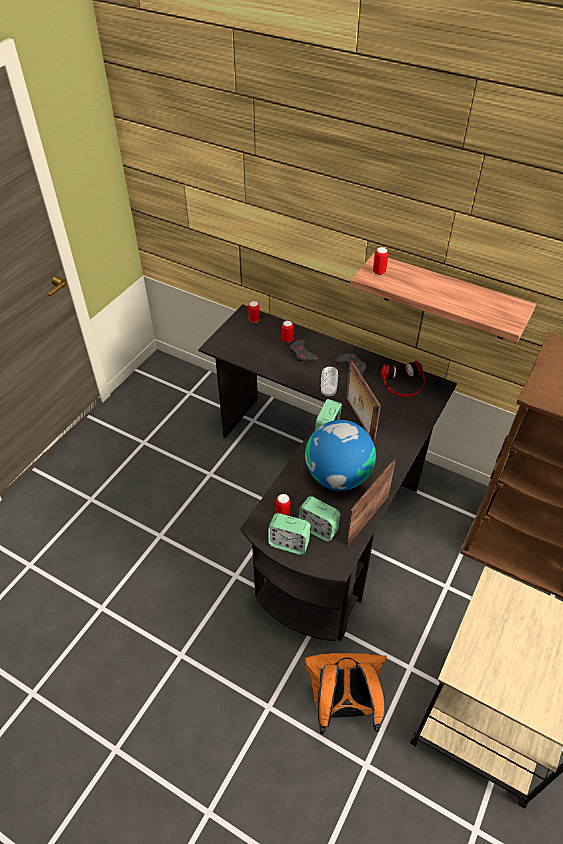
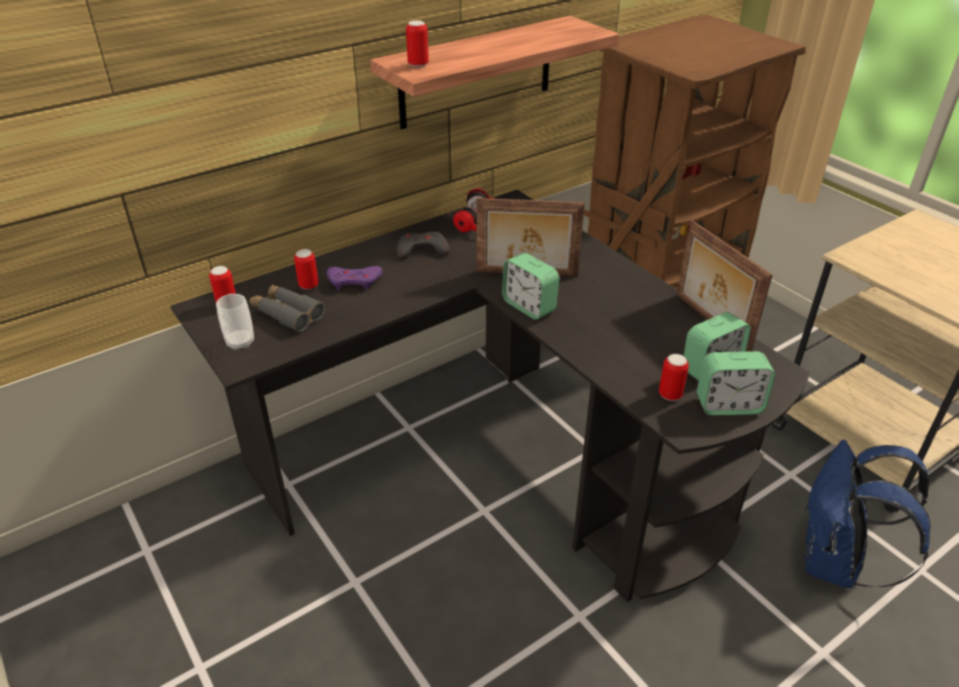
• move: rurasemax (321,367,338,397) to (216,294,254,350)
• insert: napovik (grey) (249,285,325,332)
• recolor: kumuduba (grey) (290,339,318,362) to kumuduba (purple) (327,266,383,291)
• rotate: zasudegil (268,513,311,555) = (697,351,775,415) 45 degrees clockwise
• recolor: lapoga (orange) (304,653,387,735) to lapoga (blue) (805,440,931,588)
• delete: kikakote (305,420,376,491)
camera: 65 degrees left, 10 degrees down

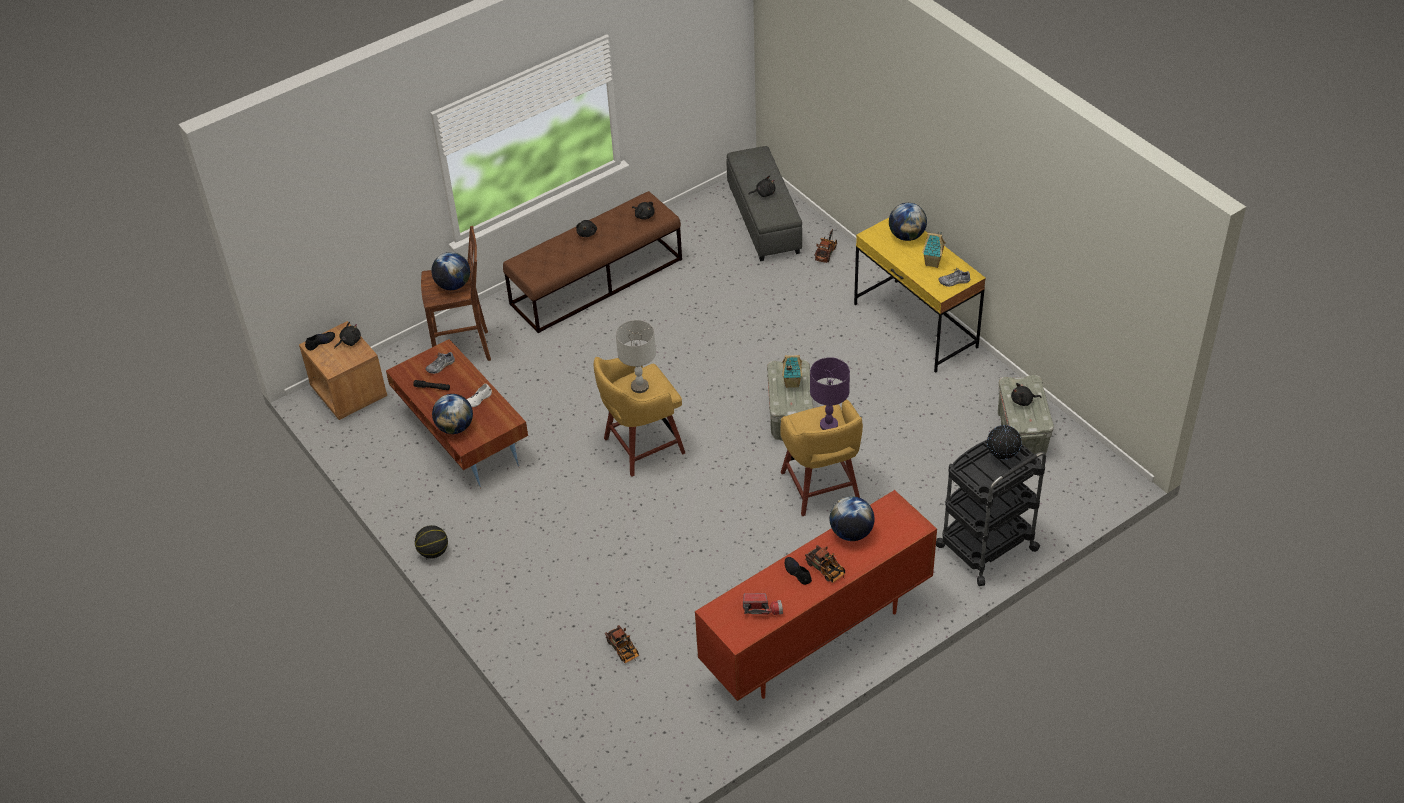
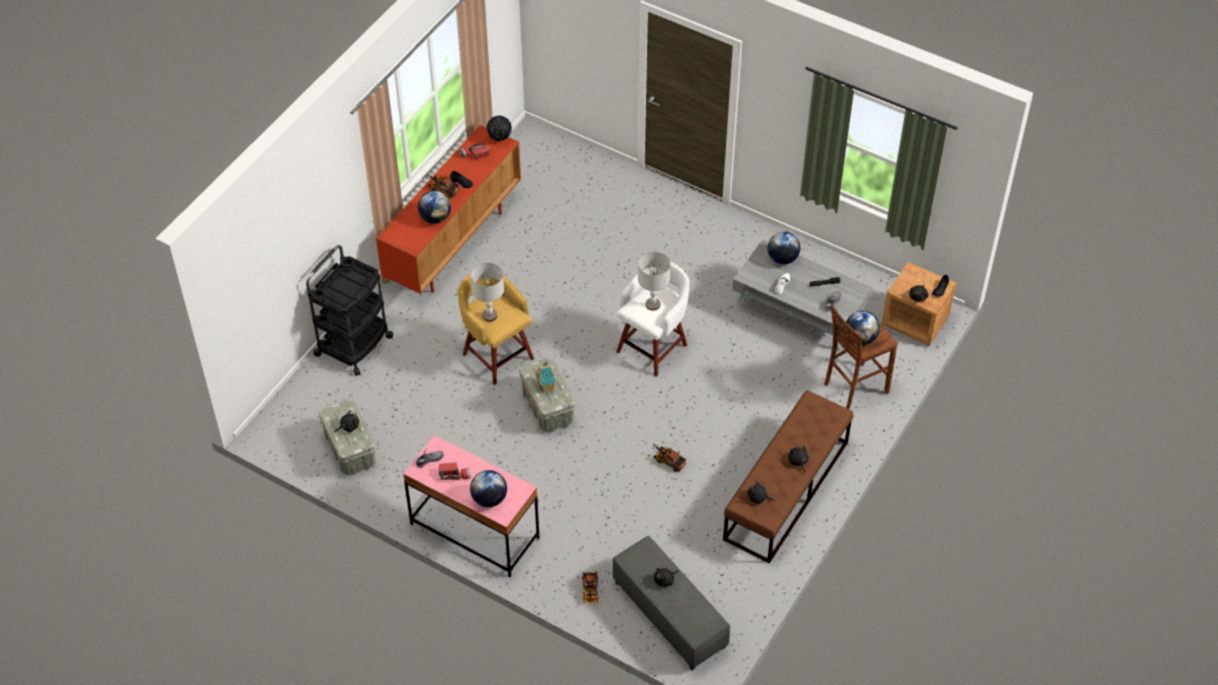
• recolor: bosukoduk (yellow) (854,218,986,373) to bosukoduk (pink) (403,435,539,577)
• replace: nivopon (922,232,946,268) to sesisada (439,462,471,480)
• recolor: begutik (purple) (810,357,850,430) to begutik (grey) (471,262,504,321)
• move: kikakote (987,425,1022,459) to (487,116,512,141)
• recolor: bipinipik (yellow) (594,357,685,477) to bipinipik (white) (616,261,690,377)
• move: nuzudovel (605,625,639,663) to (653,444,686,472)
• recolor: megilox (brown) (386,339,528,488) to megilox (grey) (732,240,872,350)
• delete: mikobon (415,525,448,559)
camera: 155 degrees right, 5 degrees up

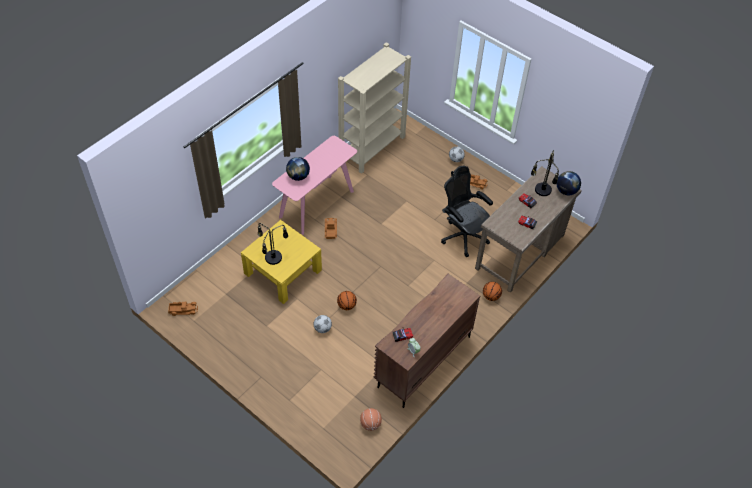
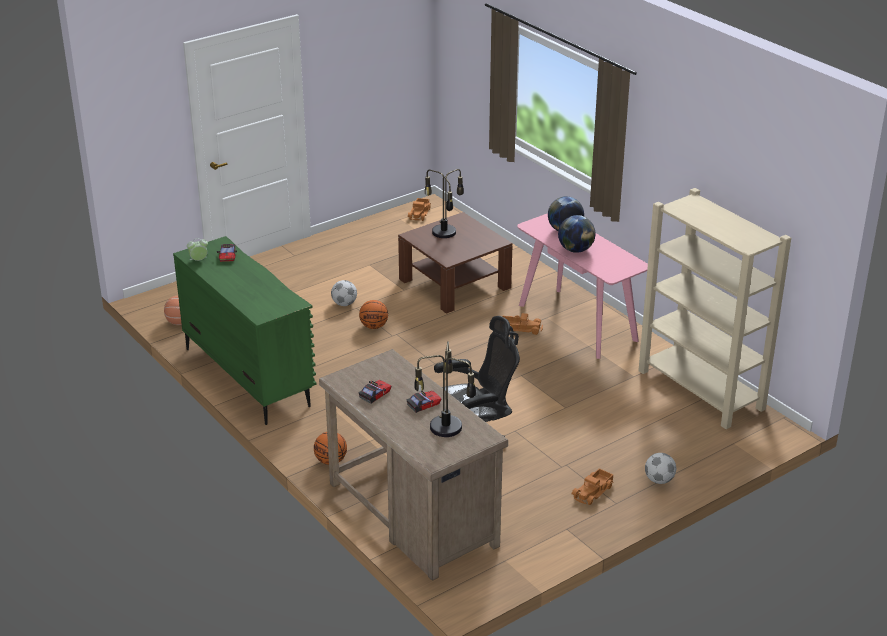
• recolor: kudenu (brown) (374,274,480,408) to kudenu (green) (173,236,317,425)
• recolor: megilox (yellow) (241,220,322,304) to megilox (brown) (398,212,513,314)
• move: kikakote (557,171,581,195) to (558,215,595,253)
camera: 105 degrees right, 20 degrees down

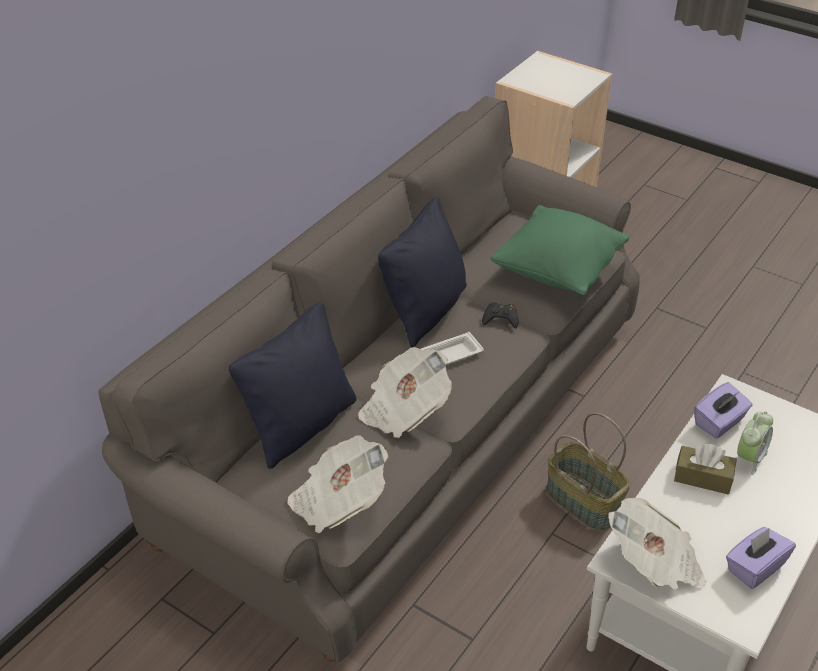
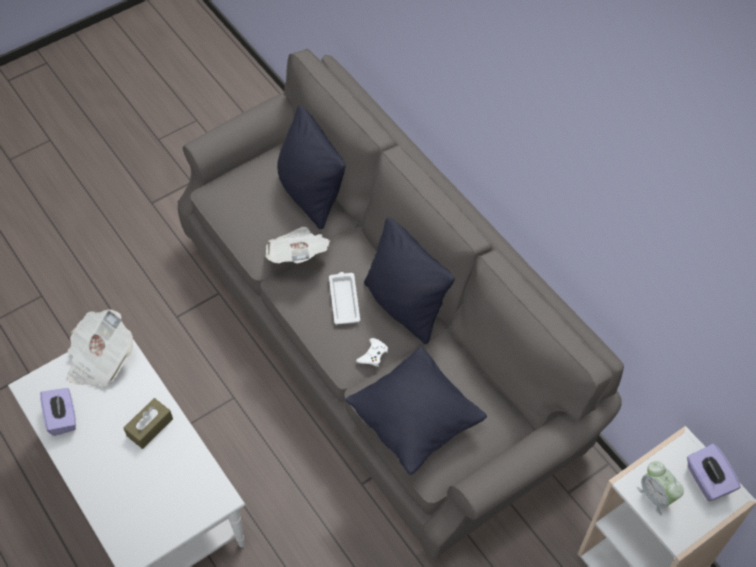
• recolor: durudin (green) (491,205,629,295) to durudin (black) (346,347,487,475)
• recolor: kumuduba (black) (482,302,518,329) to kumuduba (white) (356,338,388,367)
• move: zasudegil (737,411,773,475) to (637,461,684,515)
• move: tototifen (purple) (694,382,753,438) to (687,444,741,501)
• delete: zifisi (287,435,388,533)
• delete: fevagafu (546,413,630,532)
camera: 110 degrees right, 15 degrees up

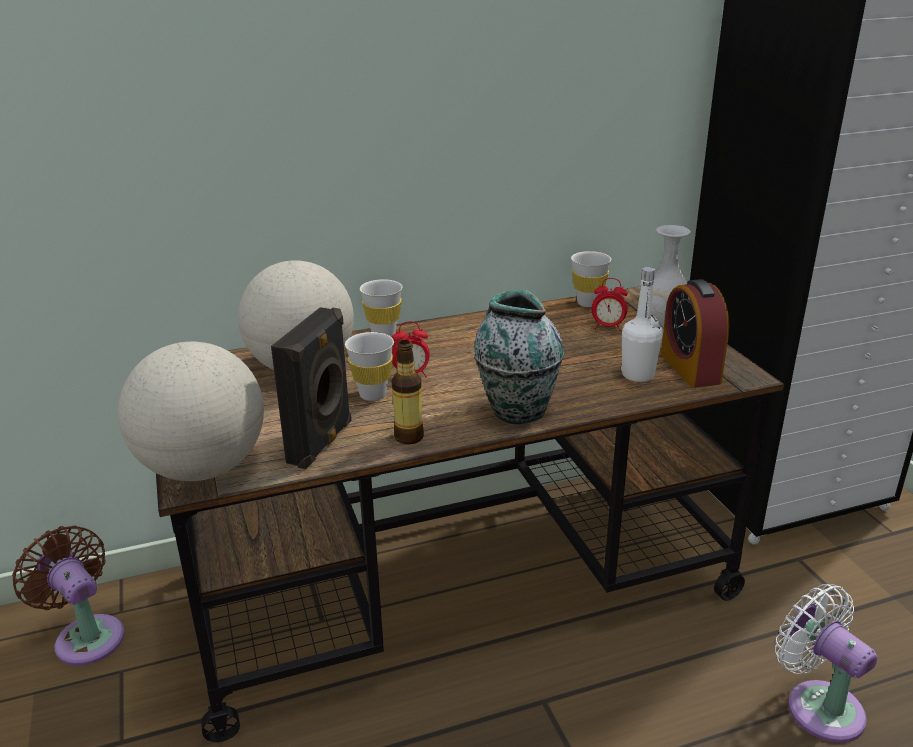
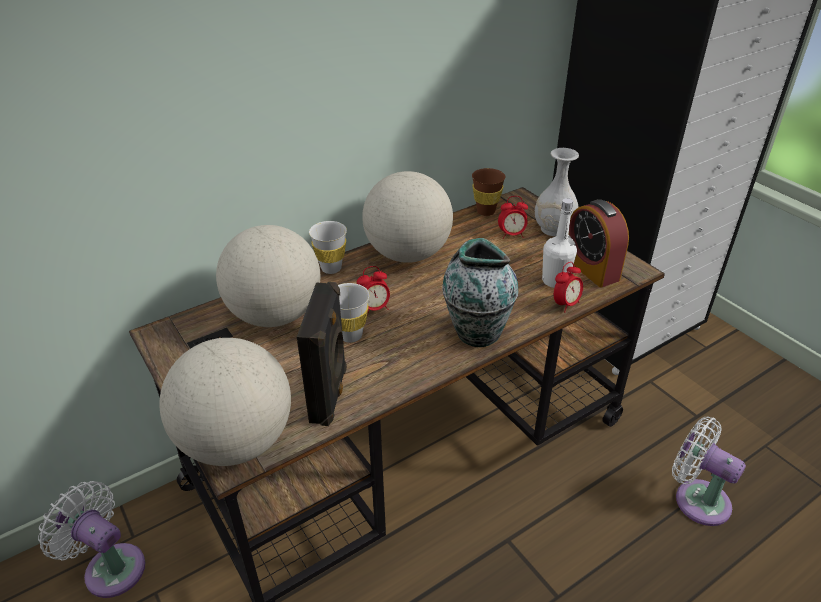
• recolor: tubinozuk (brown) (12,526,125,666) to tubinozuk (white) (38,481,146,598)
• insert: kikakote (362,171,453,263)
• recolor: rurasemax (white) (571,251,611,307) to rurasemax (brown) (472,168,505,216)
• insert: zasudegil (554,262,583,312)
• delete: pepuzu (392,340,424,444)
camera: 15 degrees left, 10 degrees up

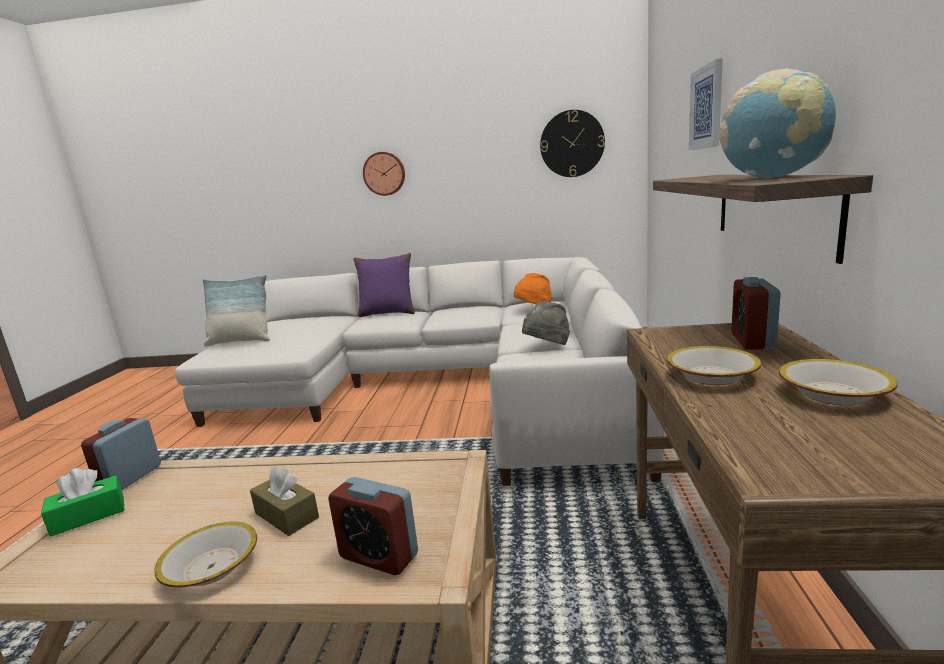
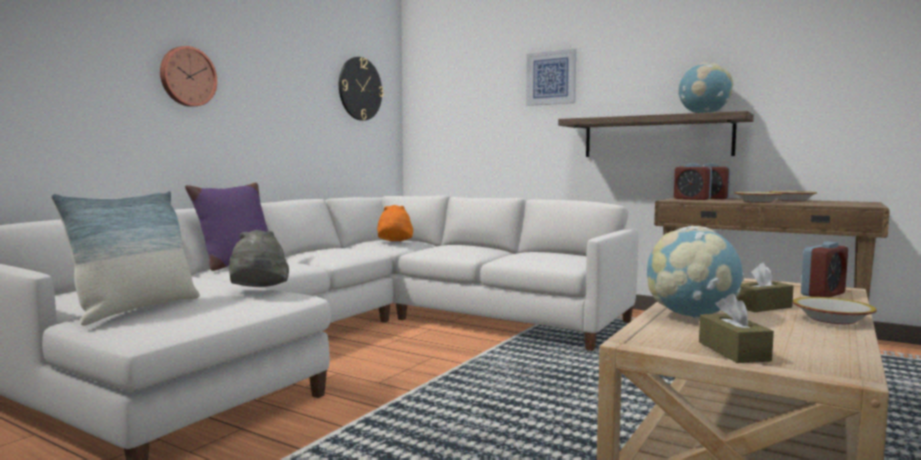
• move: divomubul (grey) (522,301,570,345) to (229,230,289,287)
• insert: kikakote (647,226,744,318)
• move: zasudegil (81,418,161,490) to (674,163,712,200)
• recolor: tototifen (green) (41,468,125,537) to tototifen (brown) (699,293,774,363)
camera: 65 degrees left, 10 degrees down

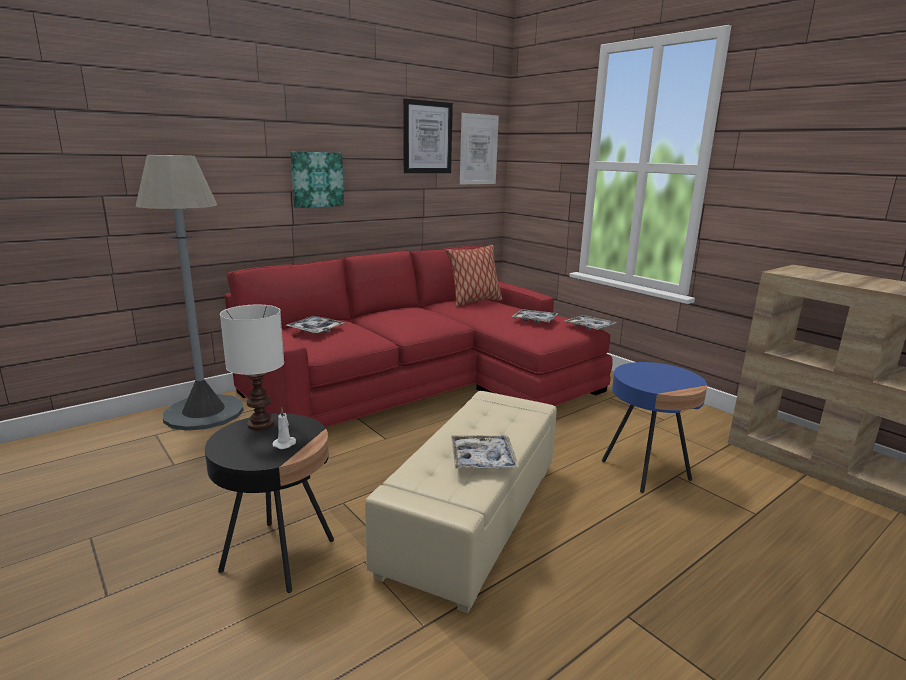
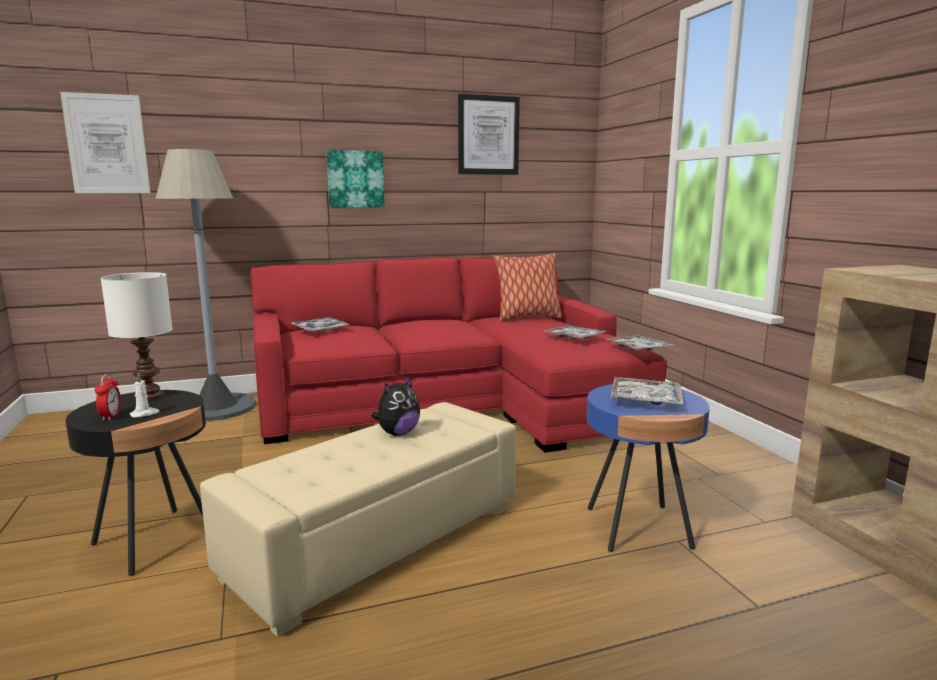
• move: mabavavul (460,113,499,184) to (60,92,150,193)
• insert: zasudegil (95,374,121,421)
• insert: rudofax (371,377,420,436)
• move: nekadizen (451,435,519,469) to (611,377,684,405)
camera: 20 degrees right, 5 degrees down

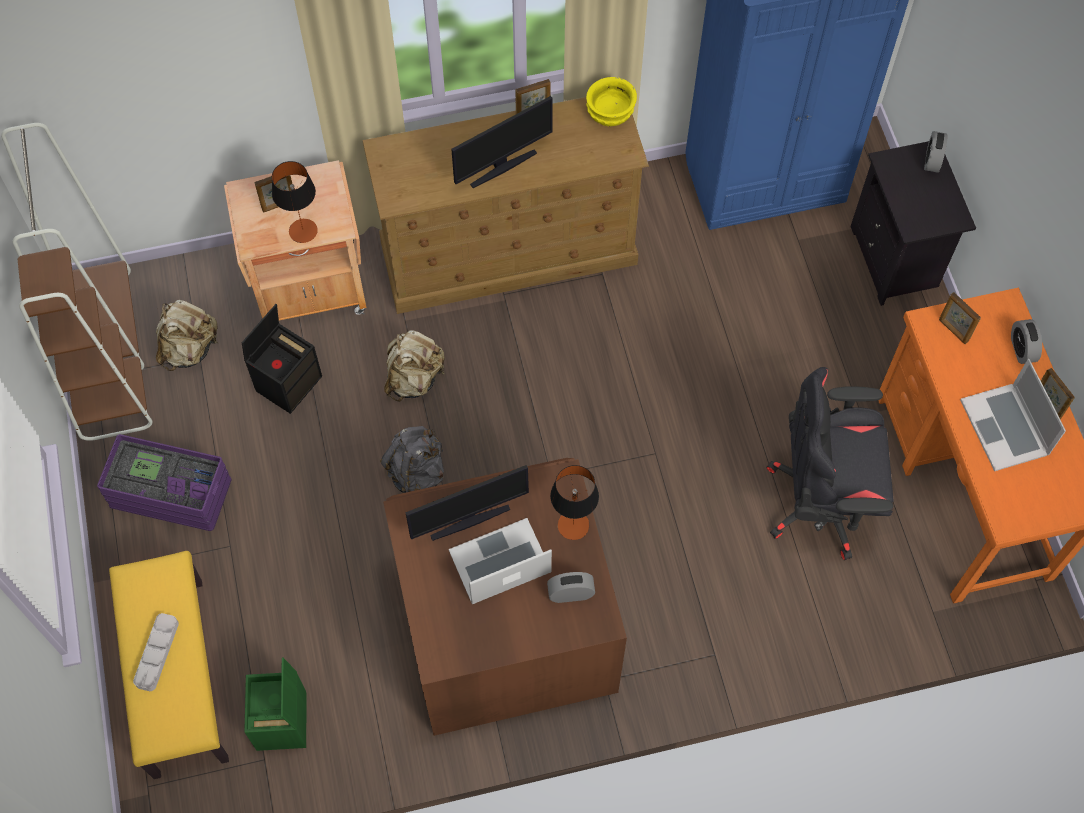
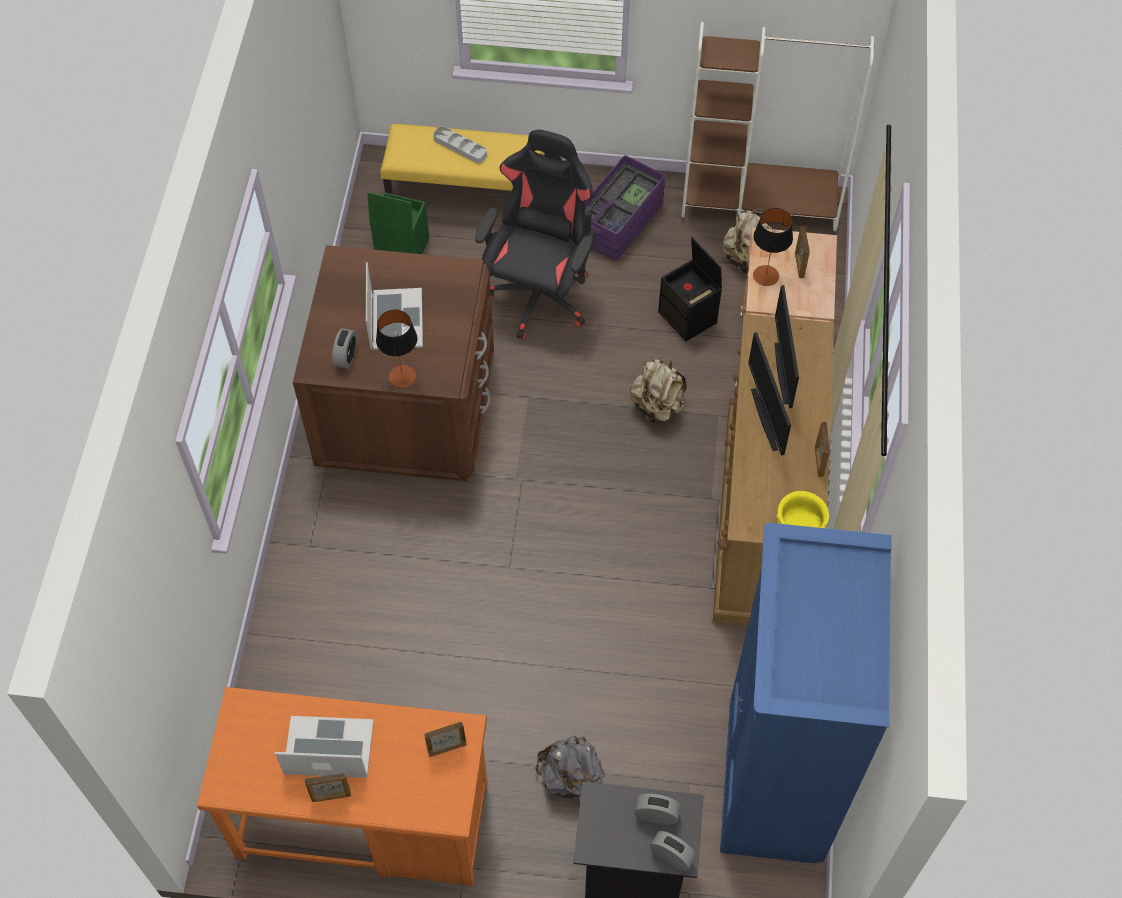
• move: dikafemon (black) (766,367,894,560) to (475,129,595,340)
• move: lapoga (grey) (380,426,444,493) to (535,736,605,802)
• move: zasudegil (1011,319,1042,364) to (634,794,681,825)
• move: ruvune (405,465,529,541) to (774,285,799,408)
camera: 110 degrees right, 5 degrees down

